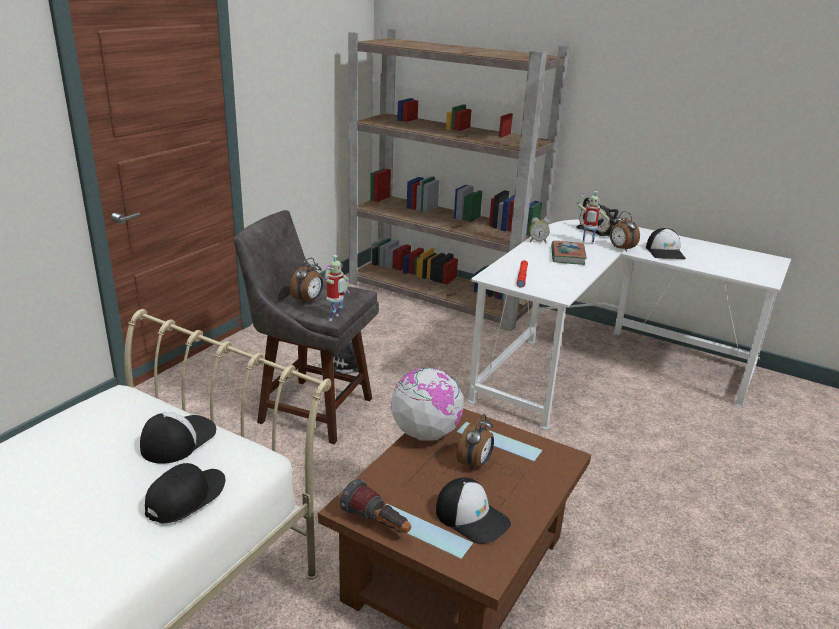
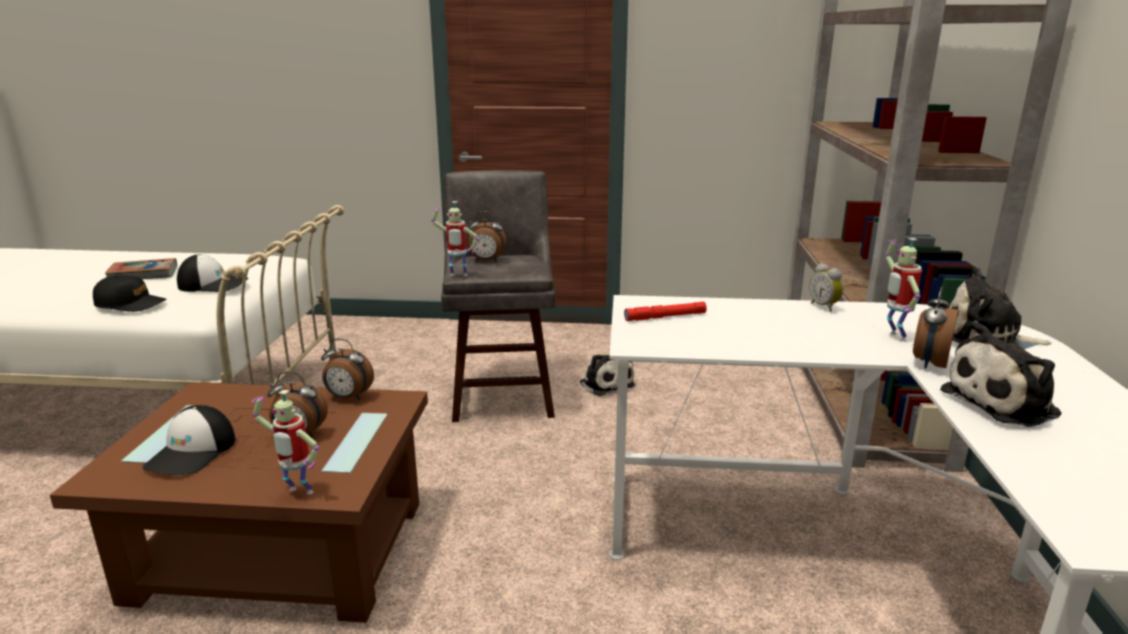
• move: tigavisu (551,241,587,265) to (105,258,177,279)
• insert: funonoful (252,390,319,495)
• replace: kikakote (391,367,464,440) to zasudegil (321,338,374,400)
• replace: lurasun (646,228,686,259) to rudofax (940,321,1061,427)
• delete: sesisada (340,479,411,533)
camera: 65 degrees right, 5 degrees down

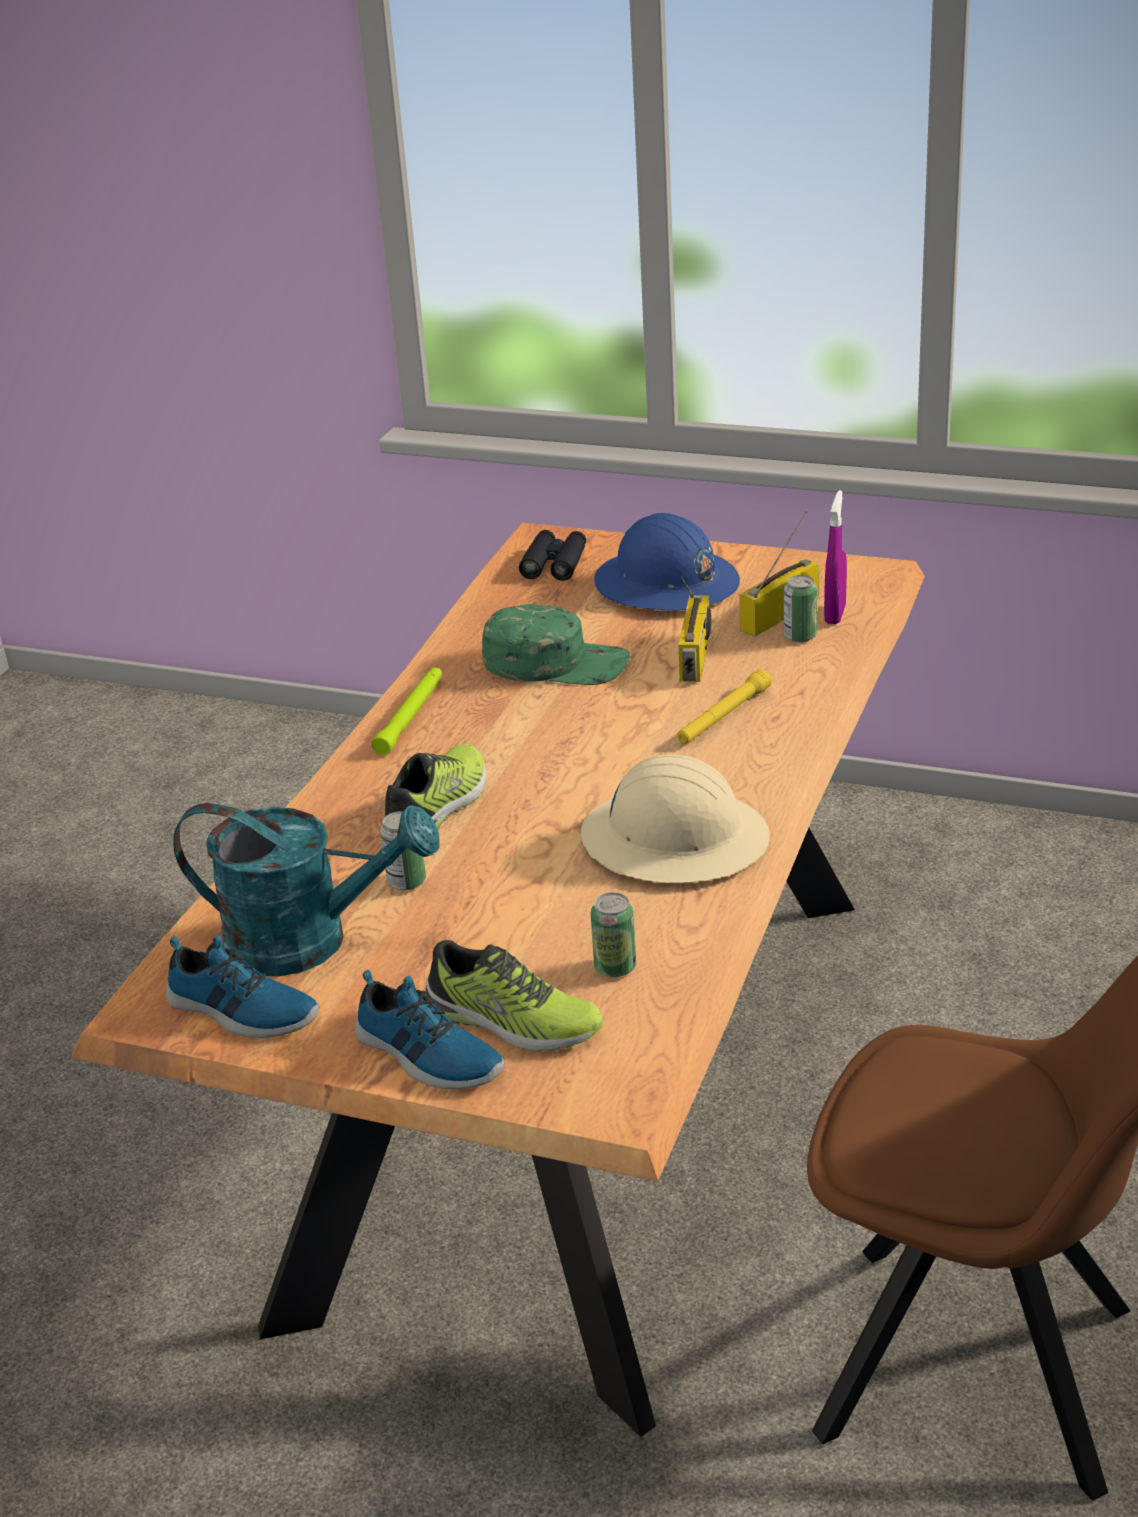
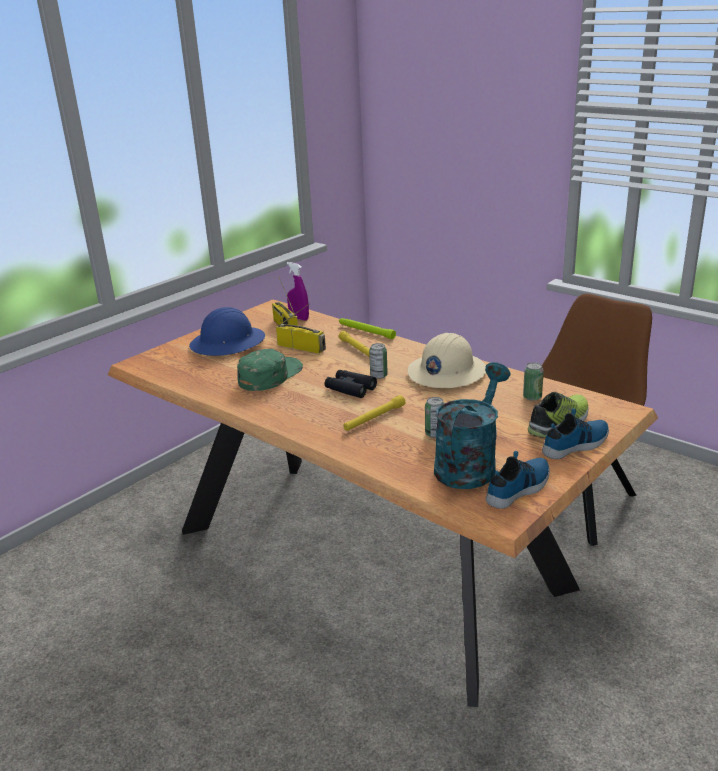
• move: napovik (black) (519,530,586,581) to (325,370,377,398)
• move: sesisada (green) (372,667,442,755) to (339,318,396,339)
• replace: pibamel (384,744,486,829) to sesisada (yellow) (343,395,405,431)
• move: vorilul (784,575,817,642) to (369,343,388,379)
camera: 70 degrees left, 5 degrees down

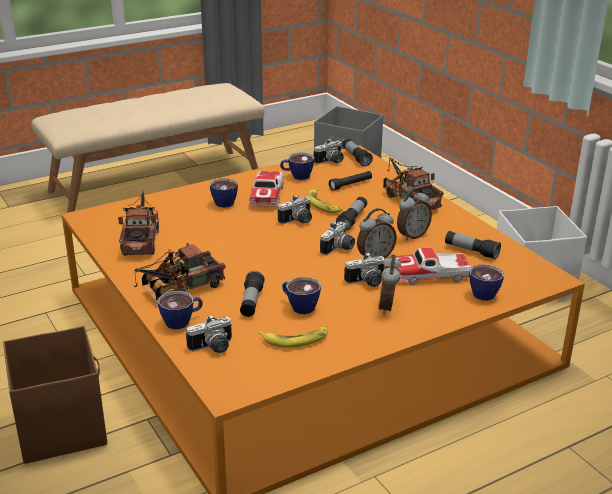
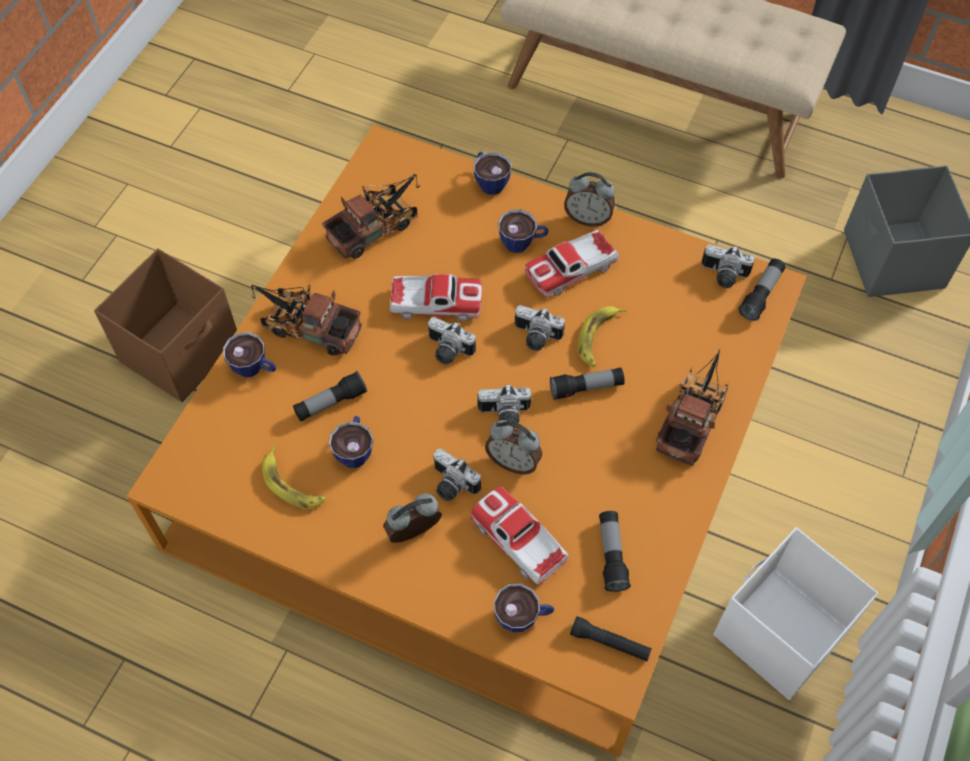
• insert: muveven (390,274,482,321)
• move: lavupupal (186,314,232,353) to (428,317,476,365)
• move: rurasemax (280,152,314,180) to (473,152,511,195)
• move: zasudegil (397,188,432,241) to (564,172,615,227)
• move: sesisada (black) (329,171,372,191) to (570,616,652,662)
camera: 55 degrees right, 30 degrees up

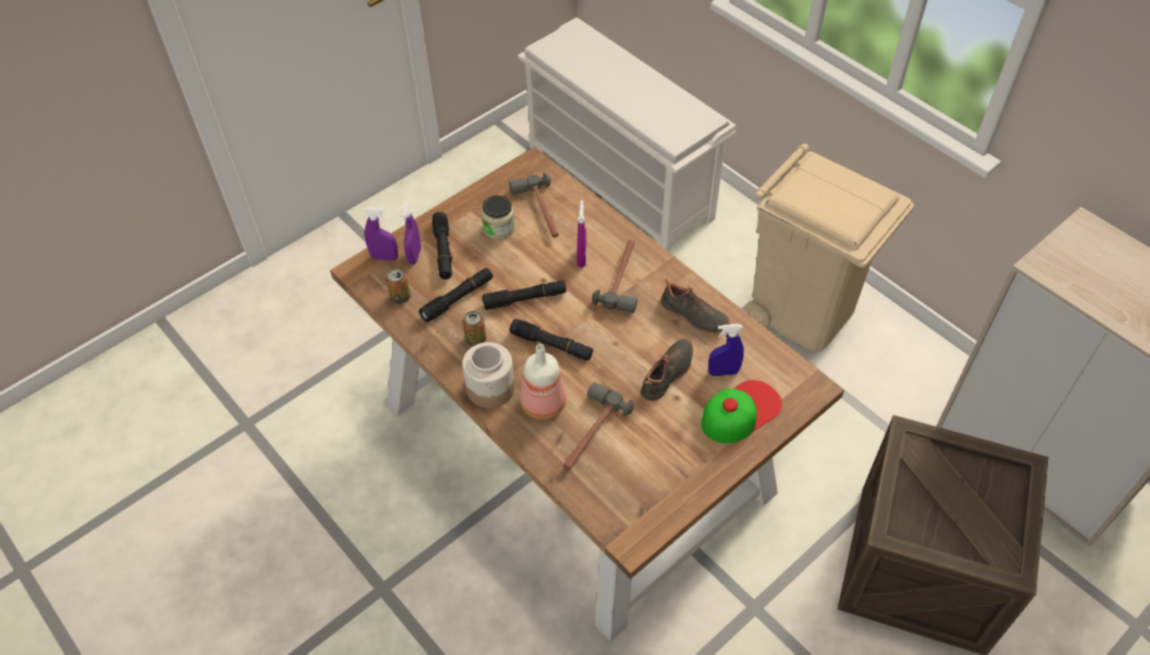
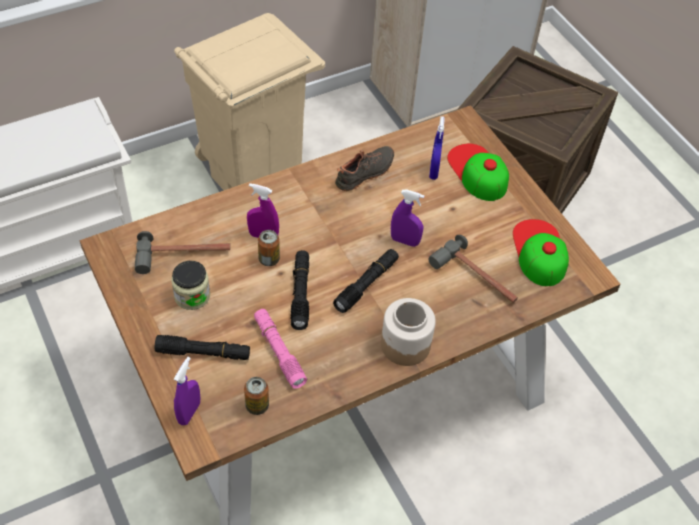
• recolor: sesisada (black) (419,268,493,322) to sesisada (pink) (254,309,307,389)
• move: vorilul (463,311,486,347) to (258,230,280,266)
• move: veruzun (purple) (401,202,421,265) to (391,189,424,247)
• insert: lurasun (513,219,569,286)
• delete: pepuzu (520,344,566,419)
• delete: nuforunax (592,240,637,313)
• delete: pibamel (black) (641,339,693,401)
camera: 80 degrees left, 0 degrees up

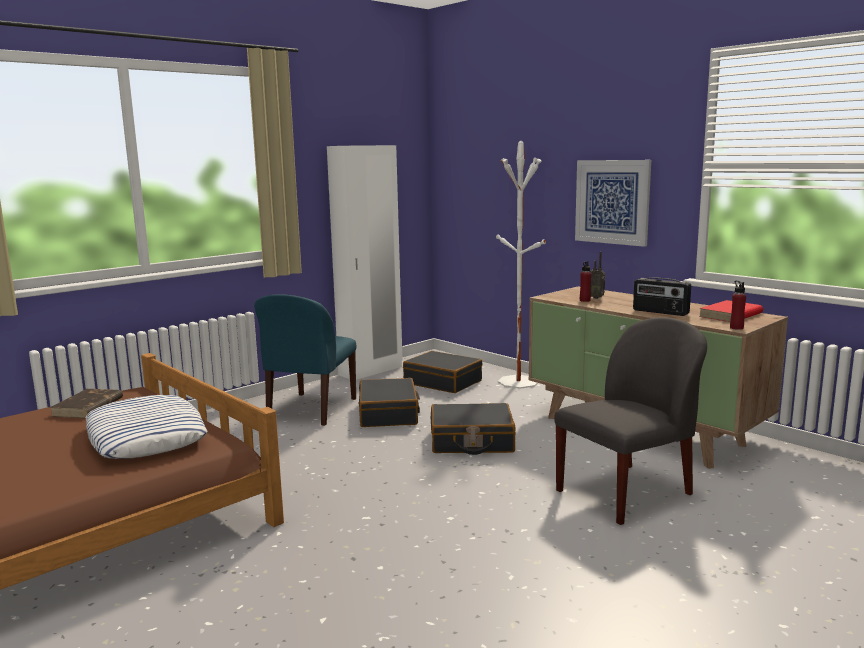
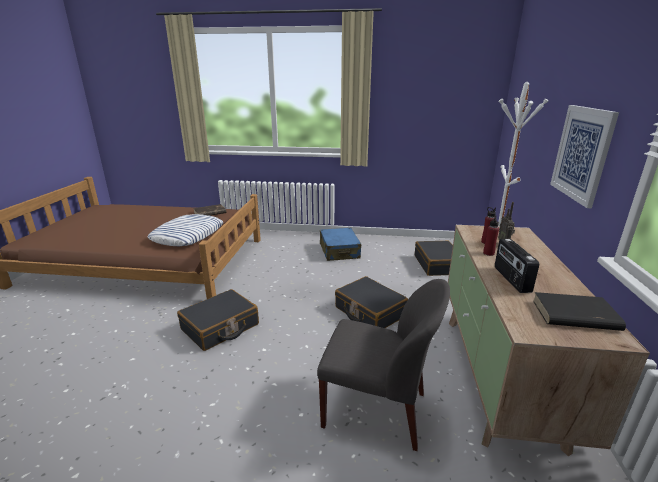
• move: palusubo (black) (358,378,420,427) to (177,289,259,351)
• replace: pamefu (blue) (254,294,357,426) to palusubo (blue) (320,228,361,261)
• move: pepuzu (red) (730,281,746,330) to (483,215,499,256)
• recolor: tigavisu (red) (699,300,763,322) to tigavisu (black) (532,292,626,331)
• delete: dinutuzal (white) (327,145,403,380)
camera: 50 degrees right, 10 degrees up

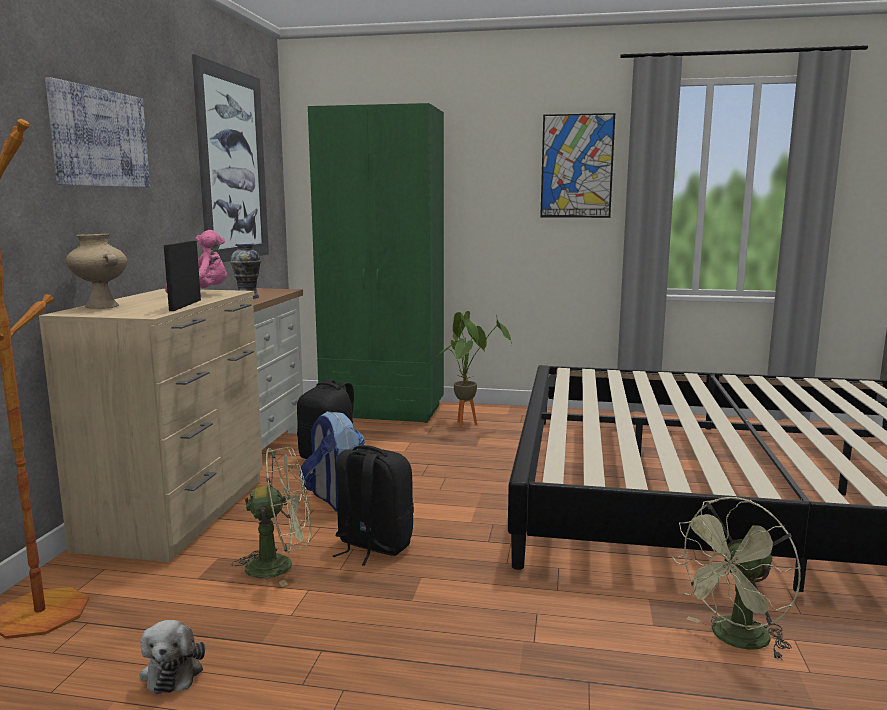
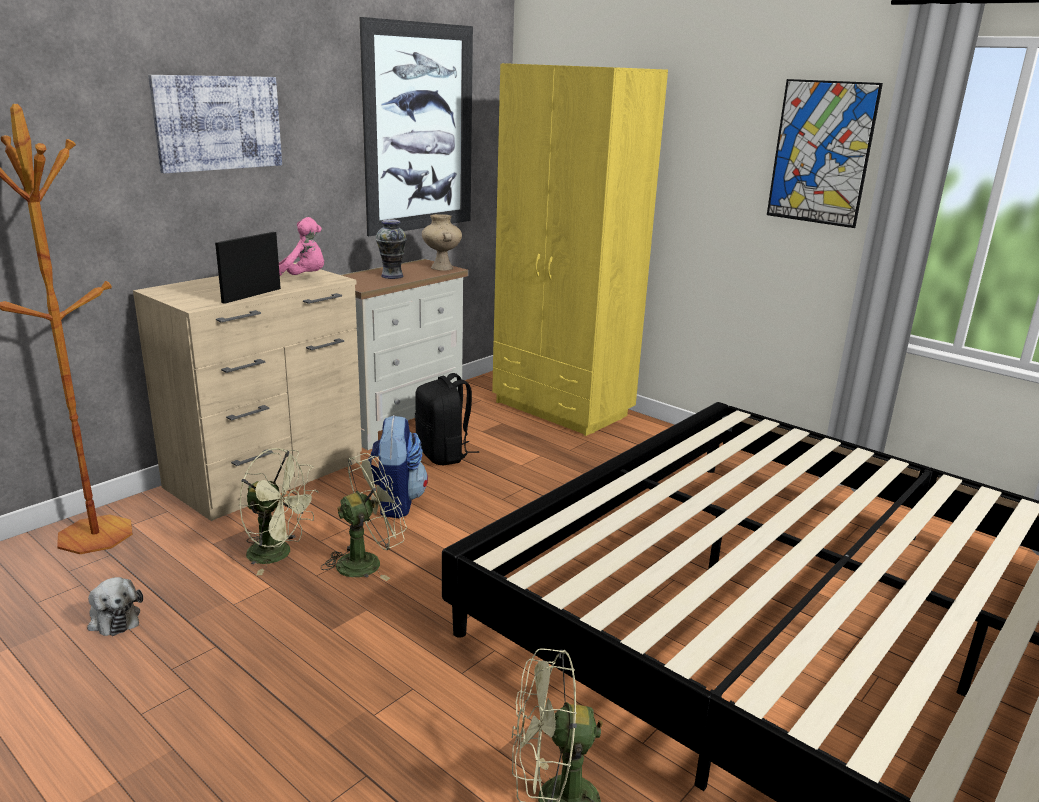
• rotate: rudofax (140,620,205,694) = (87,577,143,636) 60 degrees counterclockwise
• replace: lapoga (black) (333,445,414,566) to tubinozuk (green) (321,453,407,581)
• move: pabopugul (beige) (66,233,127,308) to (422,214,462,271)
• recolor: dinutuzal (green) (308,103,444,423) to dinutuzal (yellow) (492,63,668,436)
• delete: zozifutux (439,311,512,428)
camera: 30 degrees right, 10 degrees up

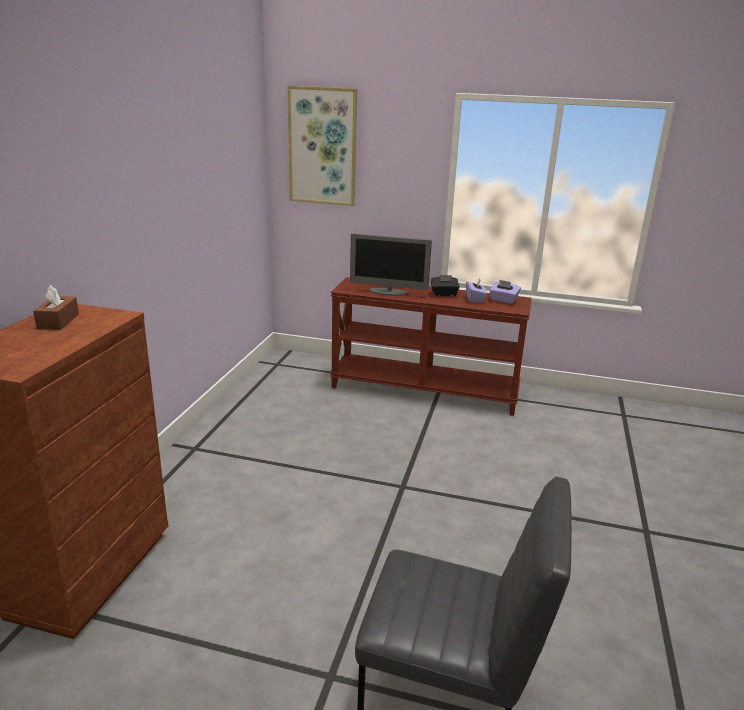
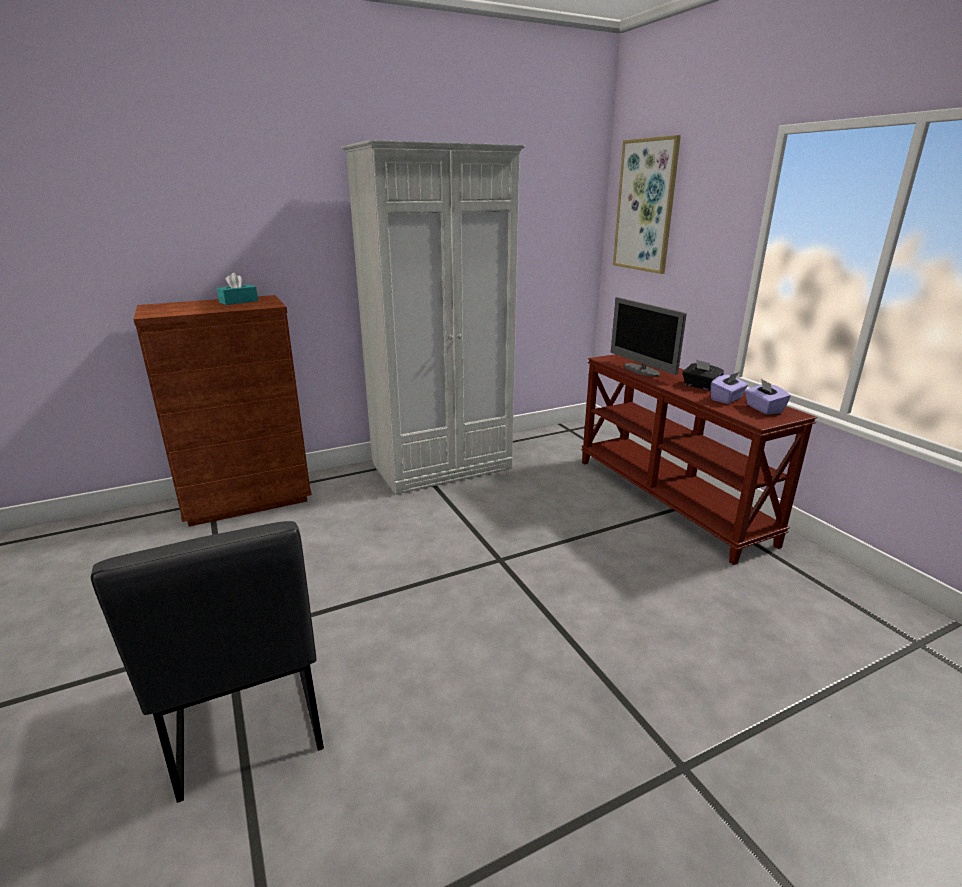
• recolor: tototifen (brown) (33,285,79,330) to tototifen (turquoise) (217,273,258,305)
• insert: dinutuzal (white) (341,140,526,495)
camera: 50 degrees right, 0 degrees up

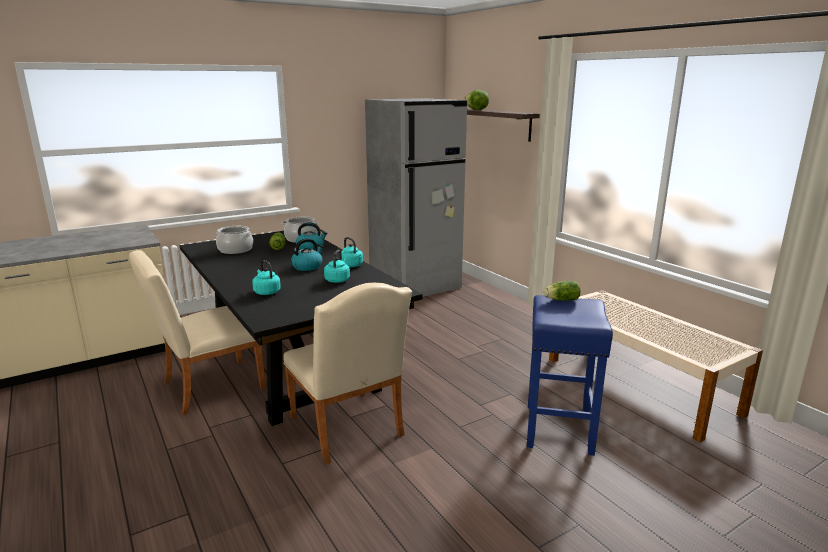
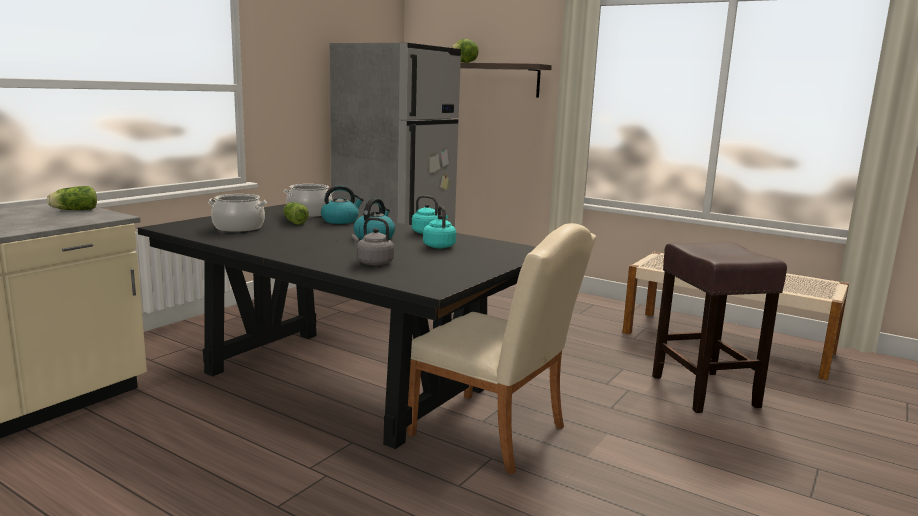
• move: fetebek (544,281,580,301) to (47,186,97,210)
• recolor: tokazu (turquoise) (252,260,281,295) to tokazu (grey) (352,217,394,266)
• recolor: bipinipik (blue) (527,295,613,456) to bipinipik (brown) (652,242,787,413)
• delete: pamefu (beige) (129,250,266,415)
camera: 25 degrees left, 5 degrees down

